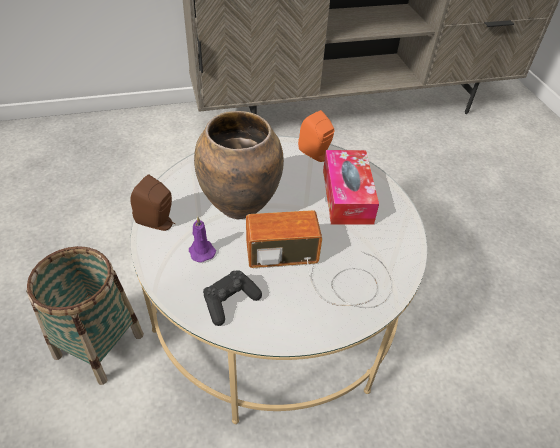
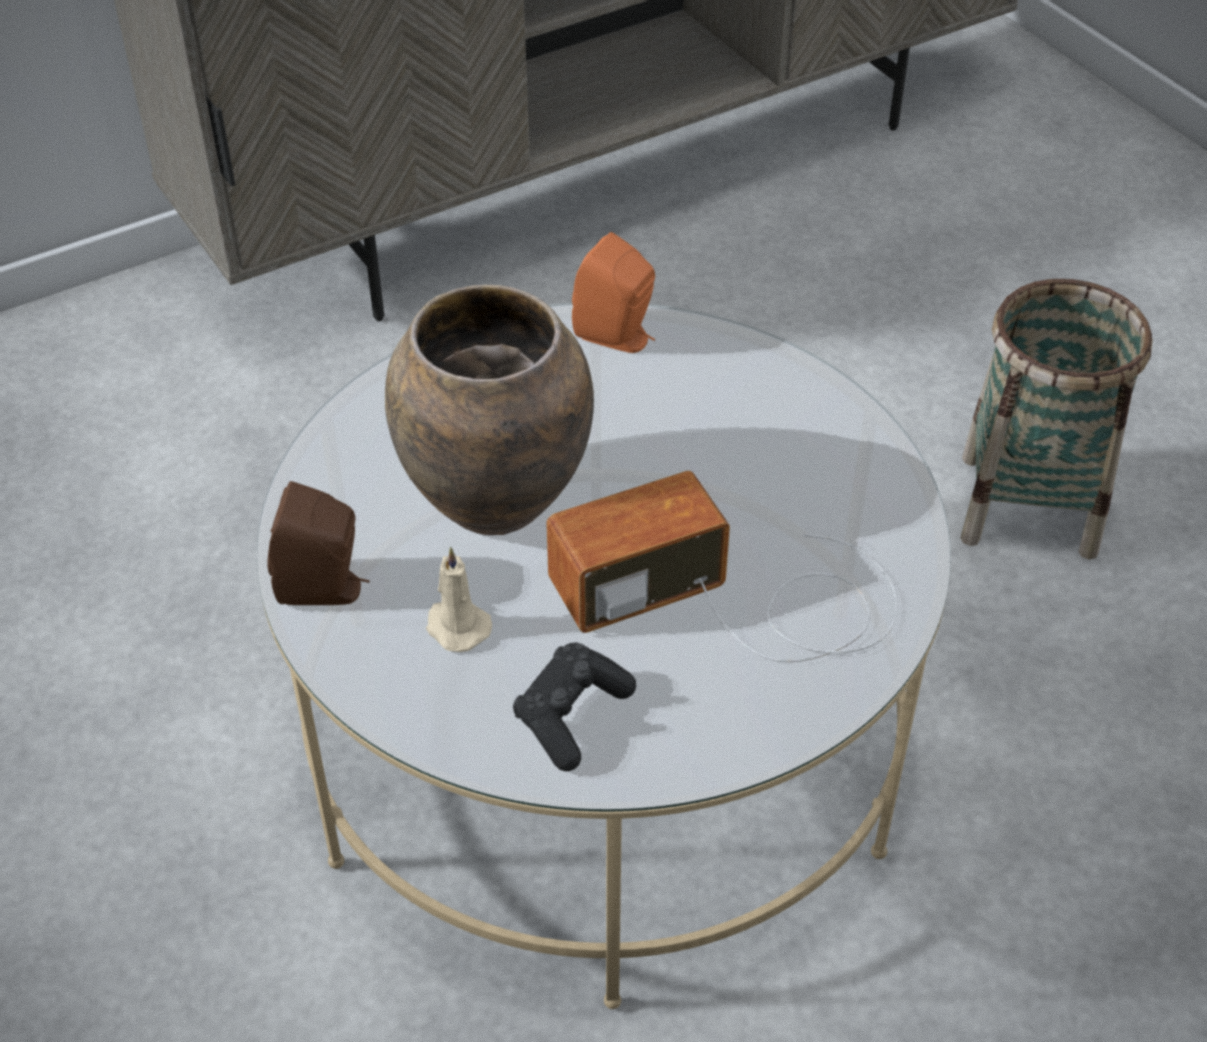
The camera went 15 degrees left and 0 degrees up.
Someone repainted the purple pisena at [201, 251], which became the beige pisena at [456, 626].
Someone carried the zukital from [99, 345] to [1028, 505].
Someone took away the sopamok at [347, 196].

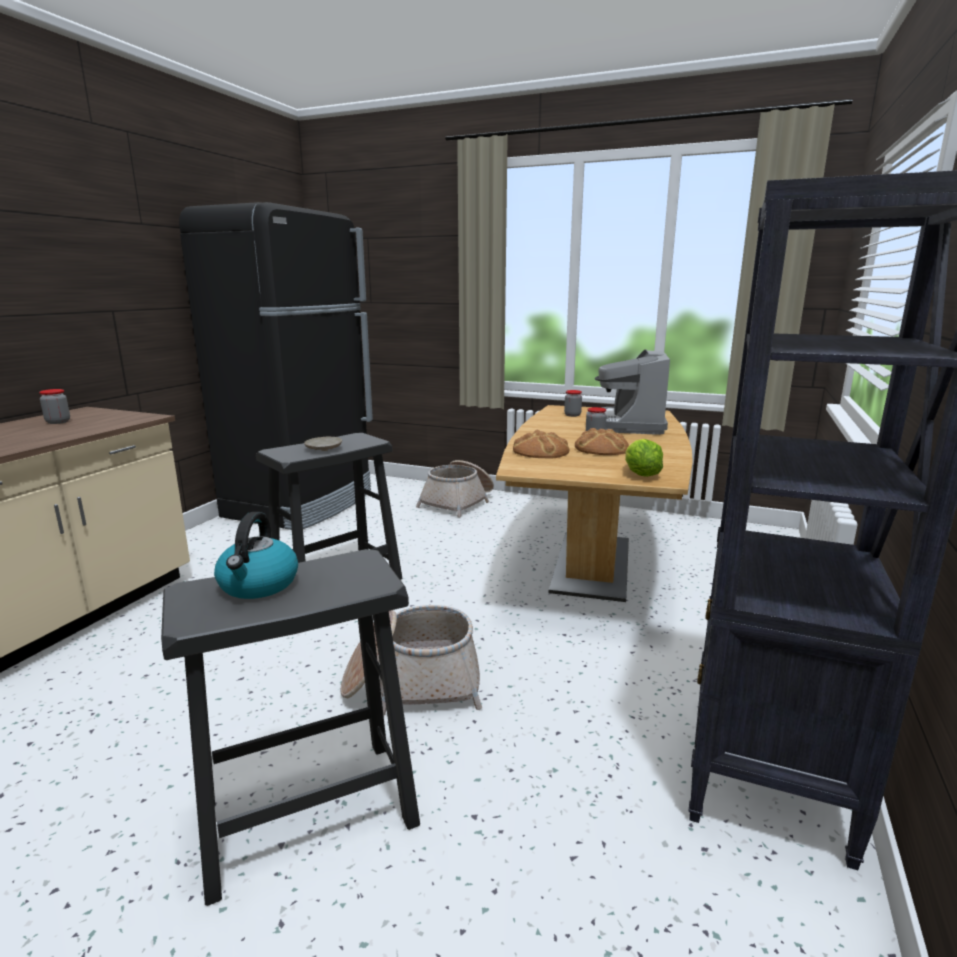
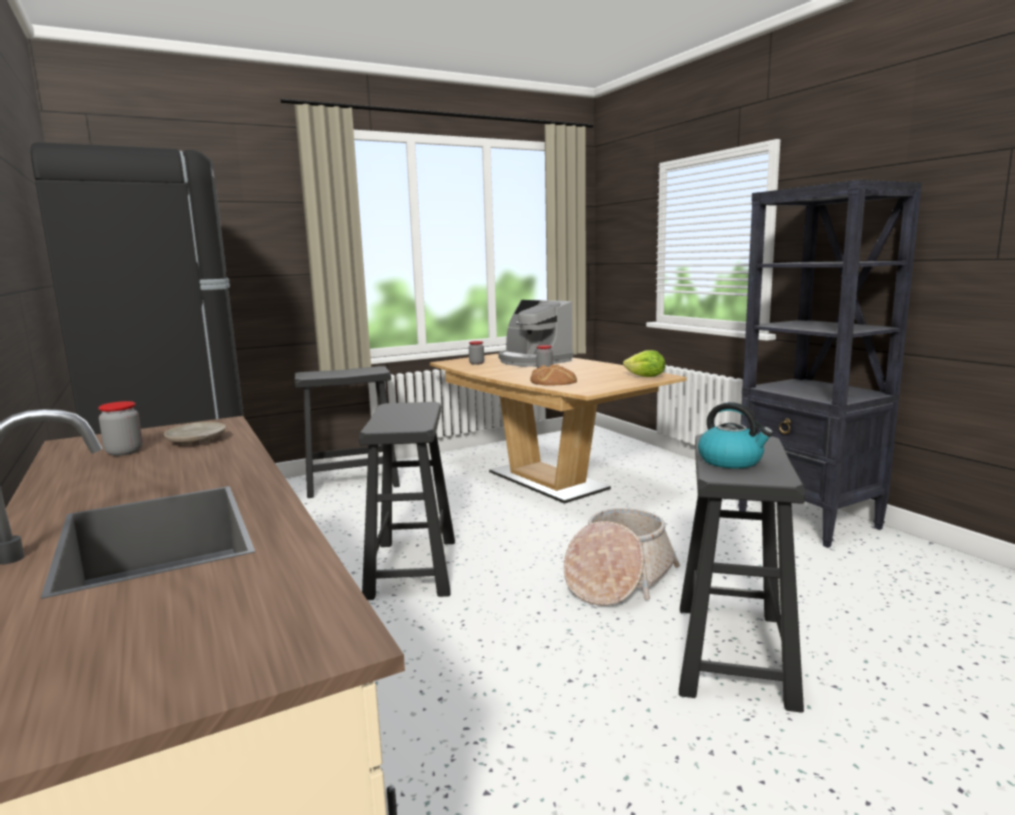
The camera went 50 degrees left and 5 degrees down.
Someone carried the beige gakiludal from [323, 449] to [196, 441].
Someone swapped the zukital at [458, 502] for the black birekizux at [352, 483].
Someone took away the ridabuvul at [601, 448].

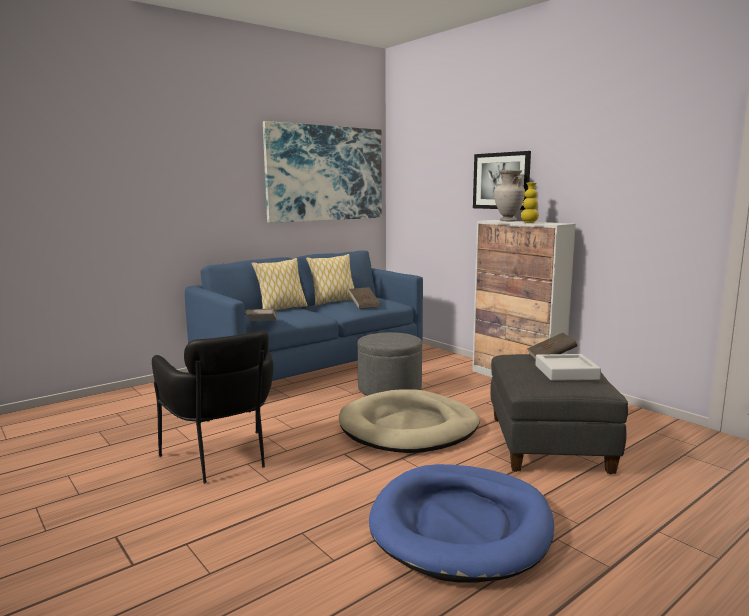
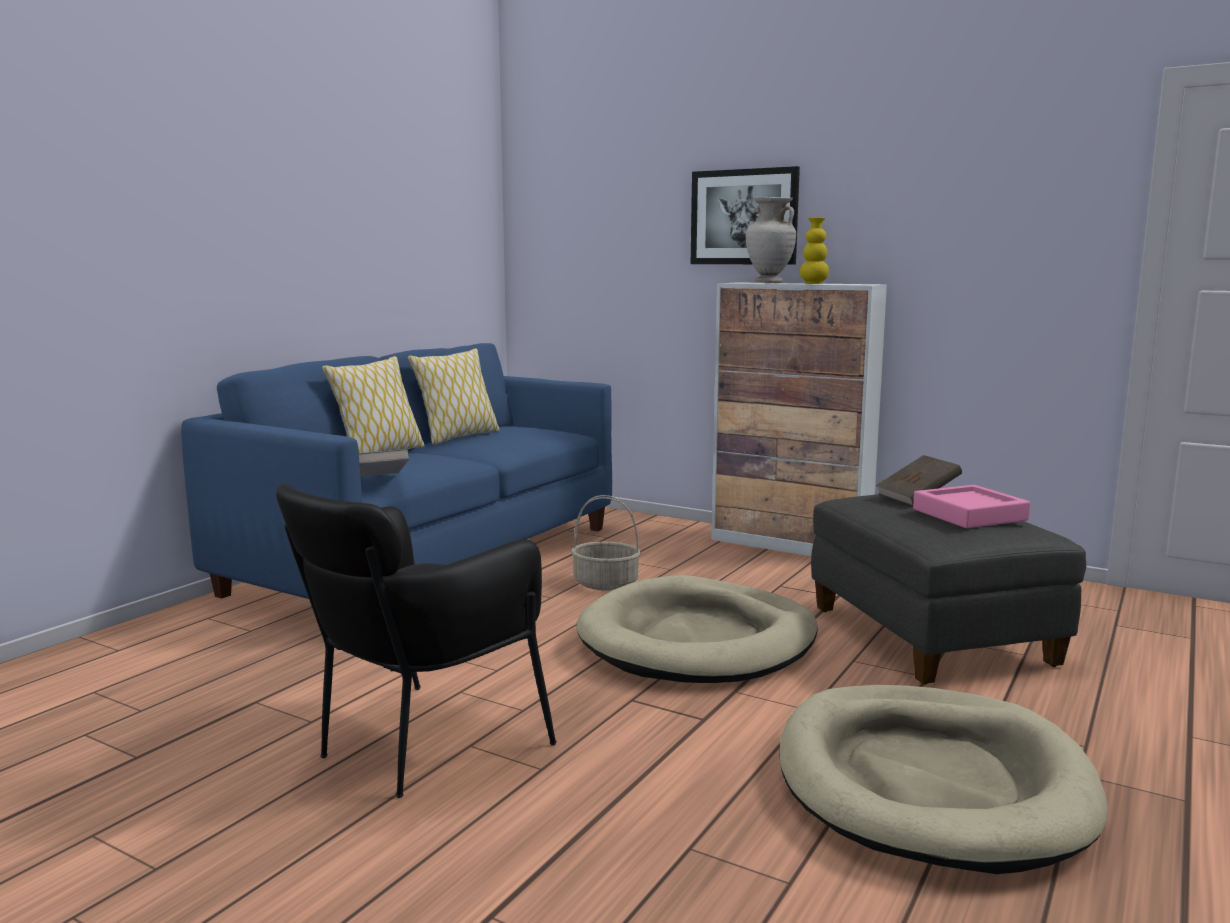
The camera went 20 degrees left and 0 degrees up.
Someone rotated the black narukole at [223, 460] by 90 degrees clockwise.
Someone swapped the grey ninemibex at [389, 389] for the zukital at [606, 583].
Someone repainted the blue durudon at [461, 526], which became the beige durudon at [931, 782].
Someone repainted the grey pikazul at [566, 372], which became the pink pikazul at [969, 515].
Someone took away the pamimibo at [325, 173].
Someone took away the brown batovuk at [364, 305].

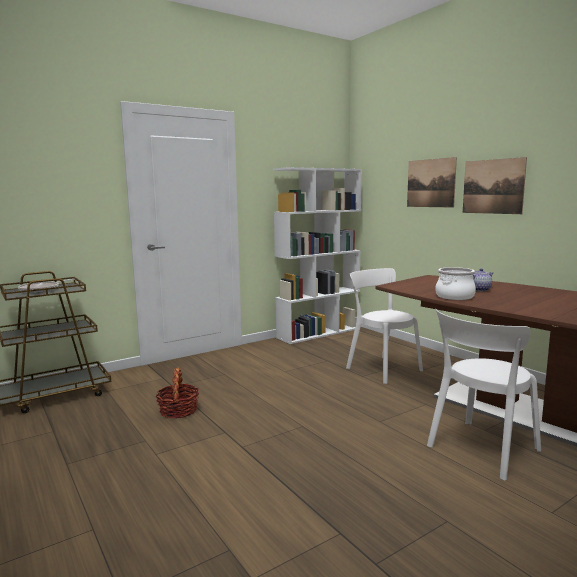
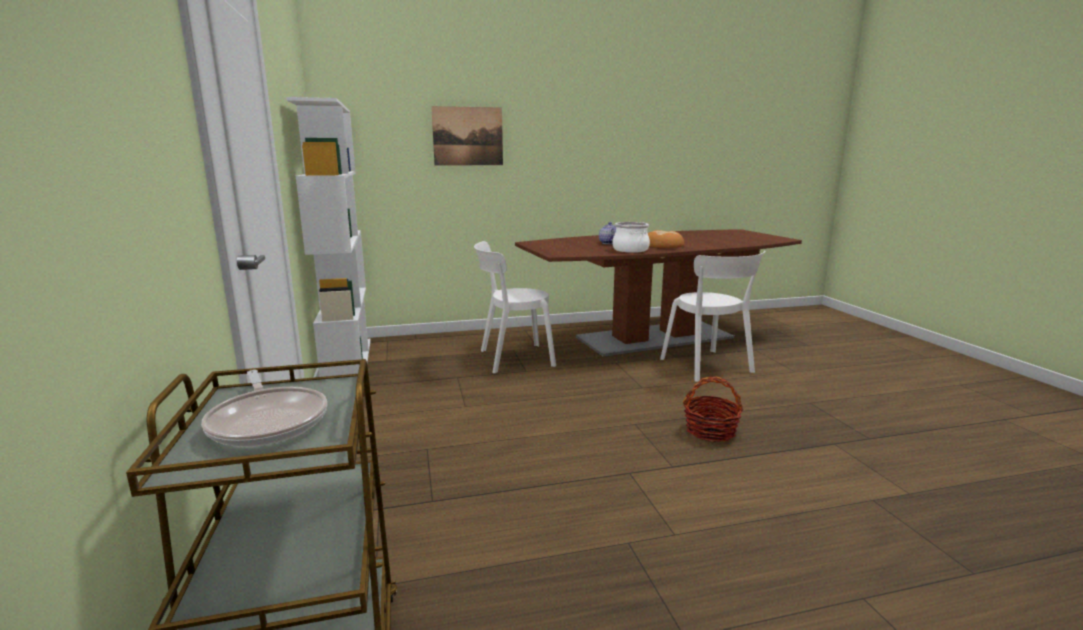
The camera went 70 degrees left and 5 degrees up.
Someone put down the ridabuvul at [663, 245].
Someone carried the zukital from [178, 411] to [710, 431].
Someone took away the pamimibo at [493, 186].

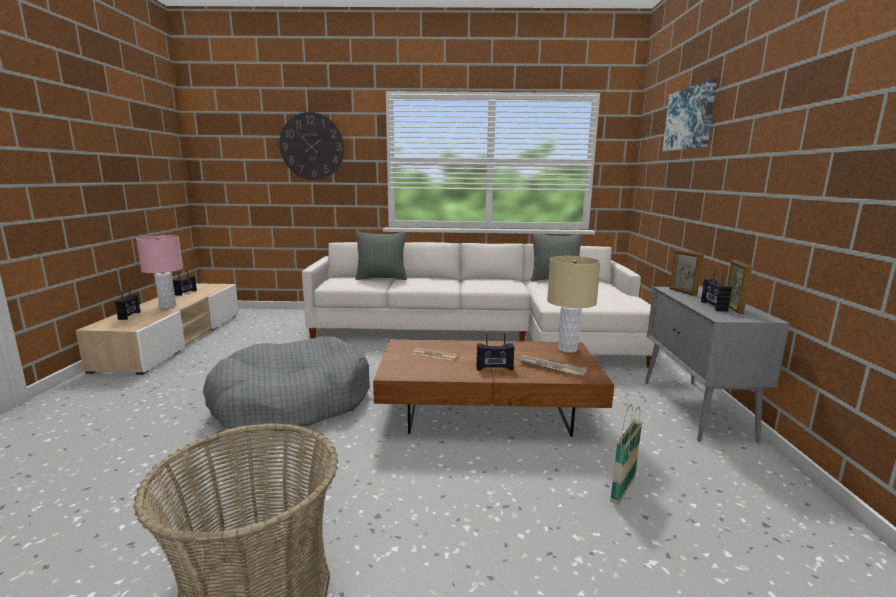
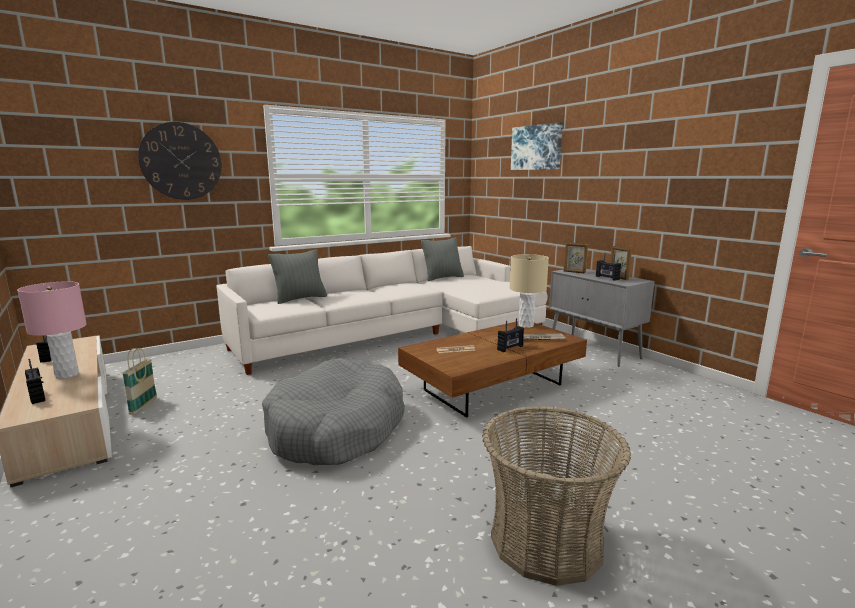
The camera went 35 degrees left and 0 degrees up.
Someone carried the zukital from [623, 489] to [143, 406].

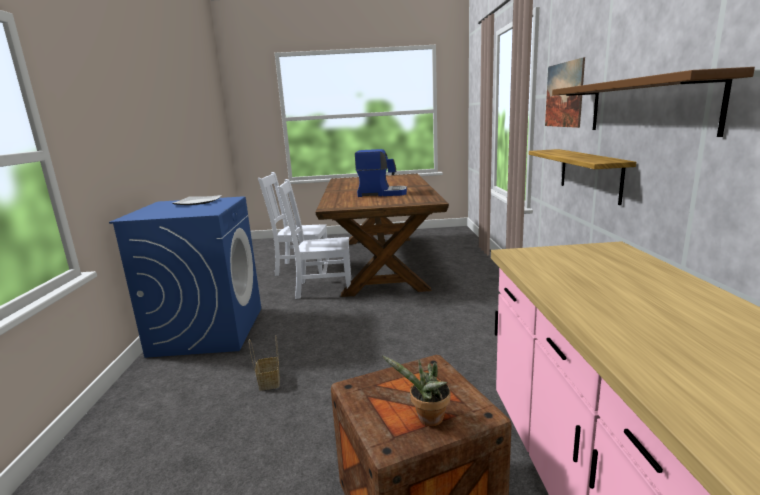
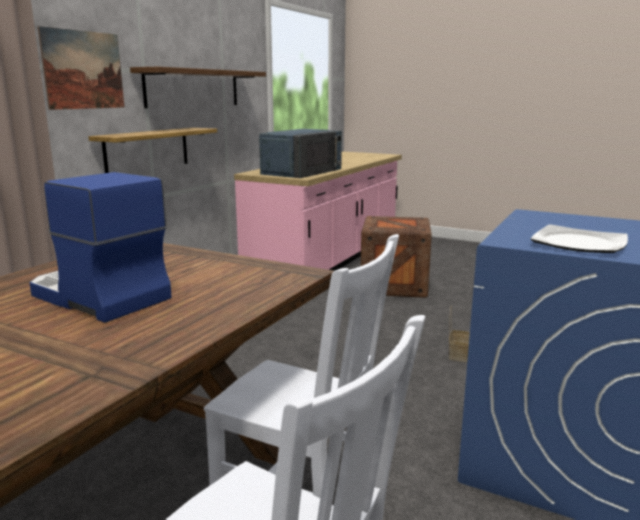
The camera went 150 degrees left and 0 degrees up.
Someone put down the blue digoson at [302, 171].
Someone took away the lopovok at [427, 420].

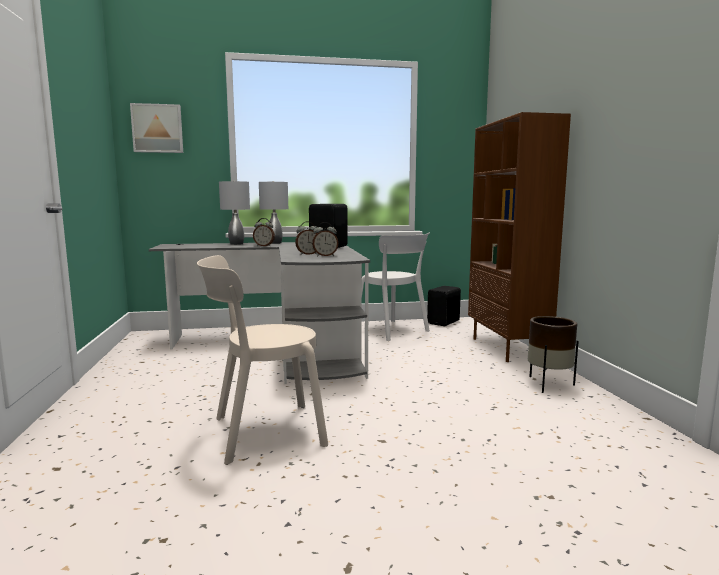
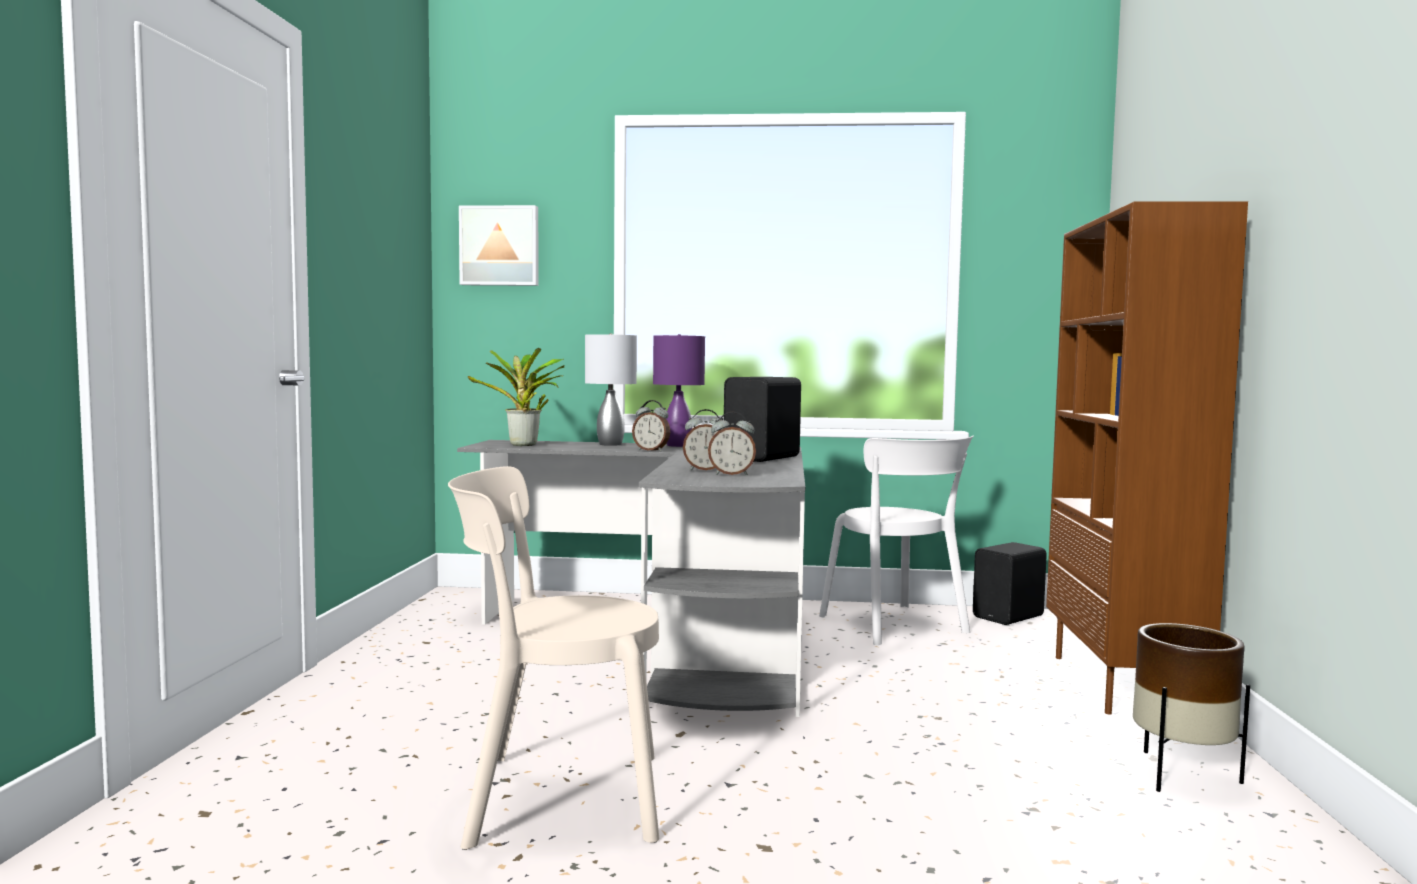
The camera went 15 degrees right and 5 degrees down.
Someone put down the lopovok at [524, 445].
Someone repainted the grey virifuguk at [275, 243], which became the purple virifuguk at [678, 445].

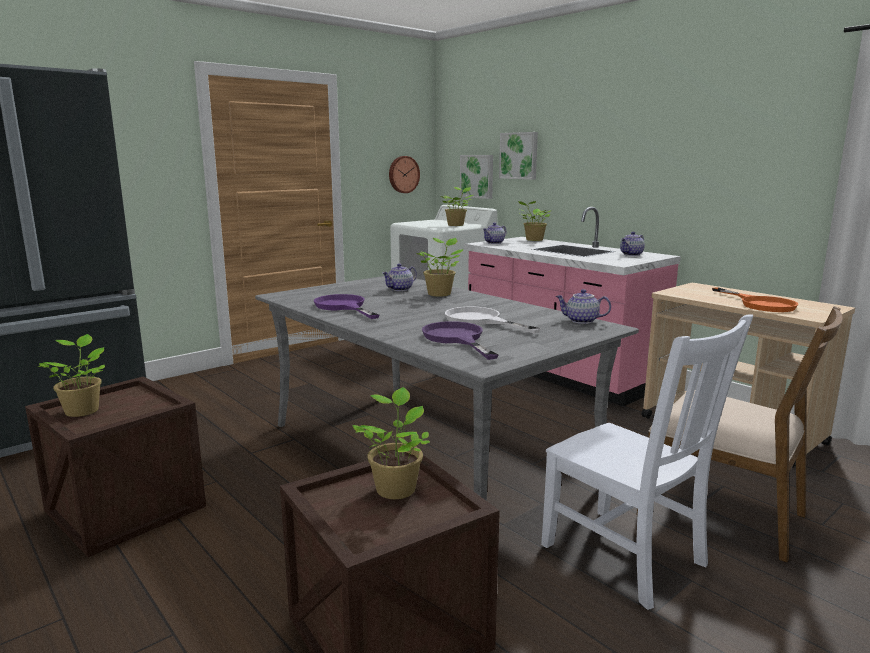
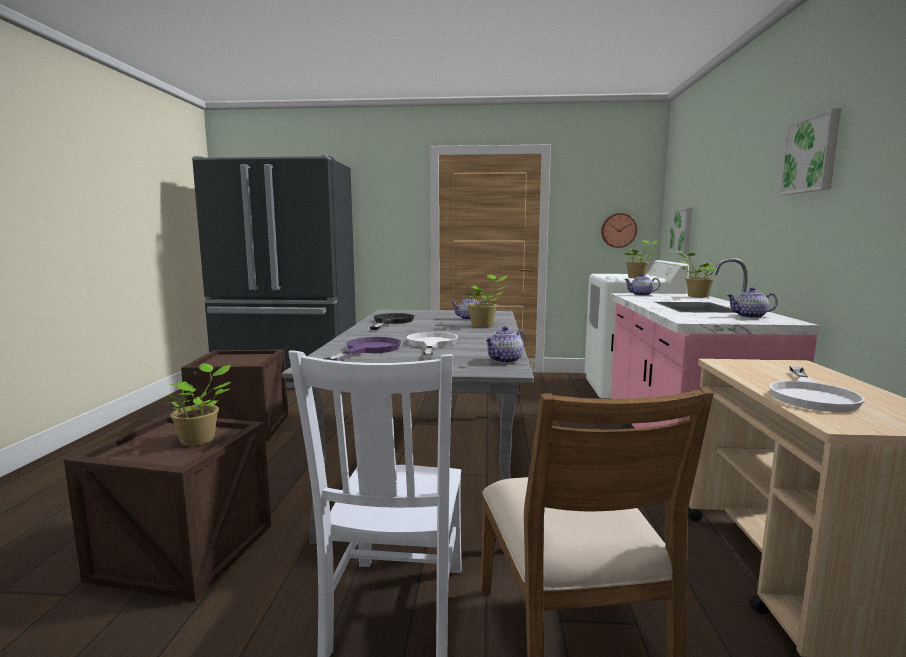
The camera went 45 degrees right and 5 degrees down.
Someone repainted the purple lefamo at [343, 307], which became the black lefamo at [391, 322].
Someone rotated the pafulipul at [581, 321] by 105 degrees counterclockwise.
Someone repainted the orange lefamo at [760, 304], which became the white lefamo at [811, 395].
Someone carried the pamimibo from [519, 155] to [812, 155].
Someone took away the lopovok at [83, 410].

